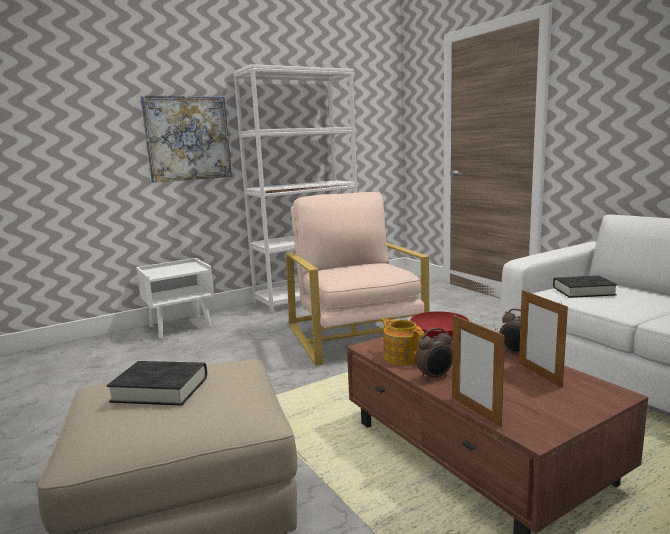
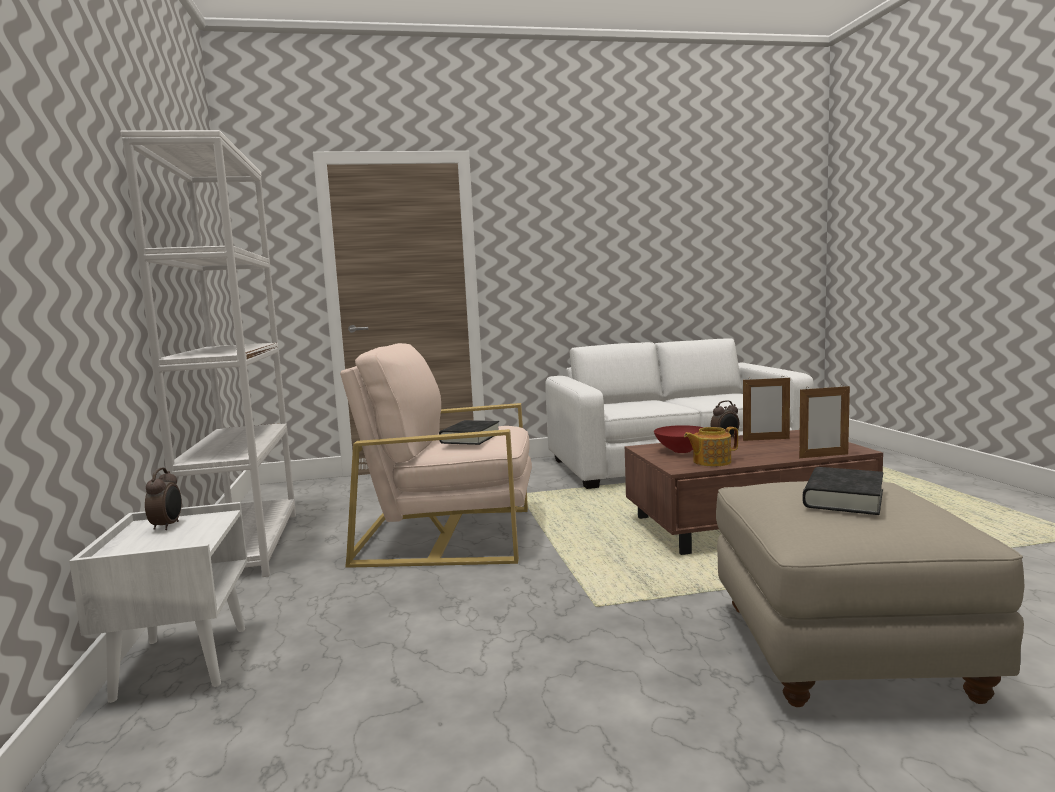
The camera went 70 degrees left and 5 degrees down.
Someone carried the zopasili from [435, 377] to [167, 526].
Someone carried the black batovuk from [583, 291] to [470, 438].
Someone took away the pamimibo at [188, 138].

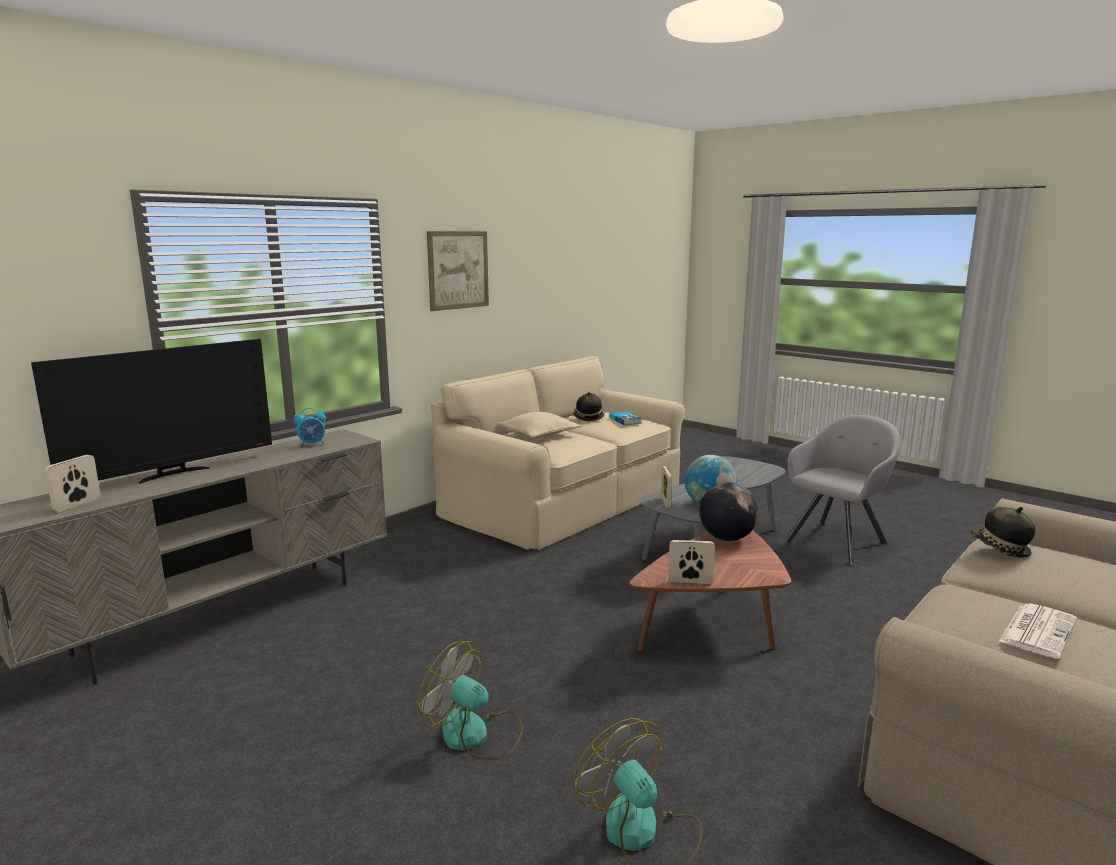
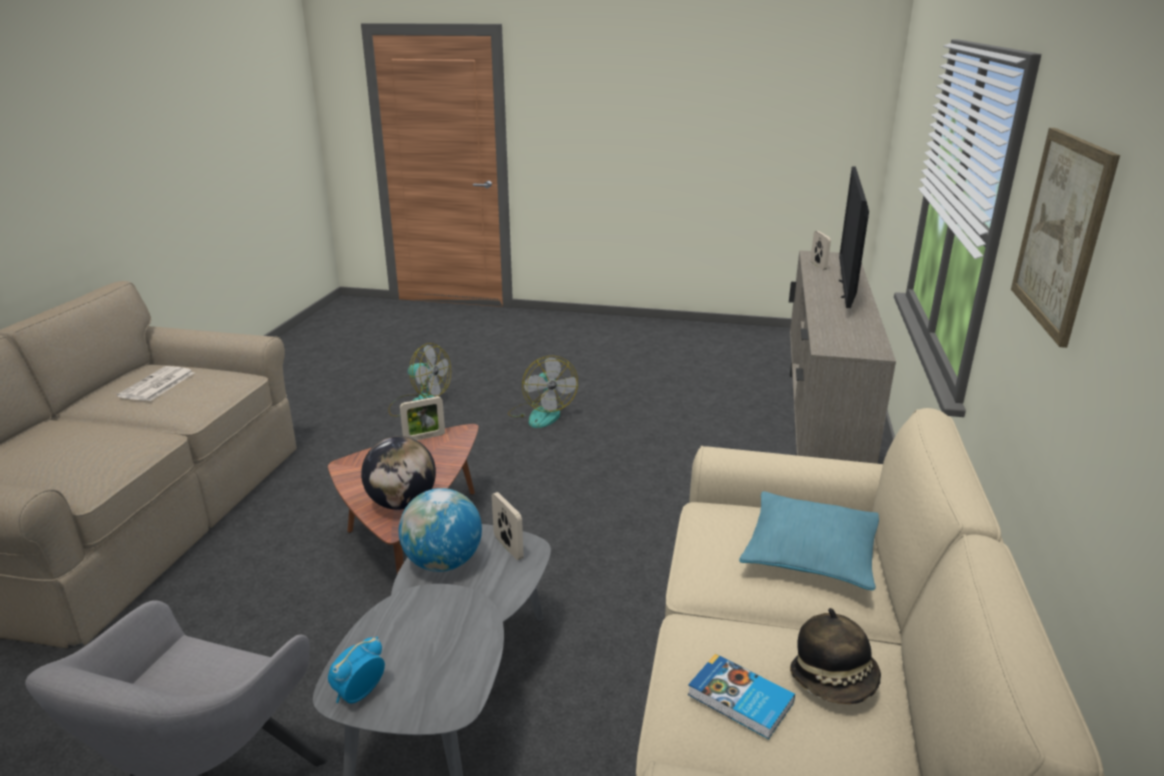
The camera went 150 degrees right and 10 degrees up.
Someone carried the zopasili from [312, 444] to [358, 694].
Someone rotated the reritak at [475, 735] by 75 degrees clockwise.
Someone repainted the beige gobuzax at [539, 434], which became the turquoise gobuzax at [810, 553].
Someone took away the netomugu at [999, 549].

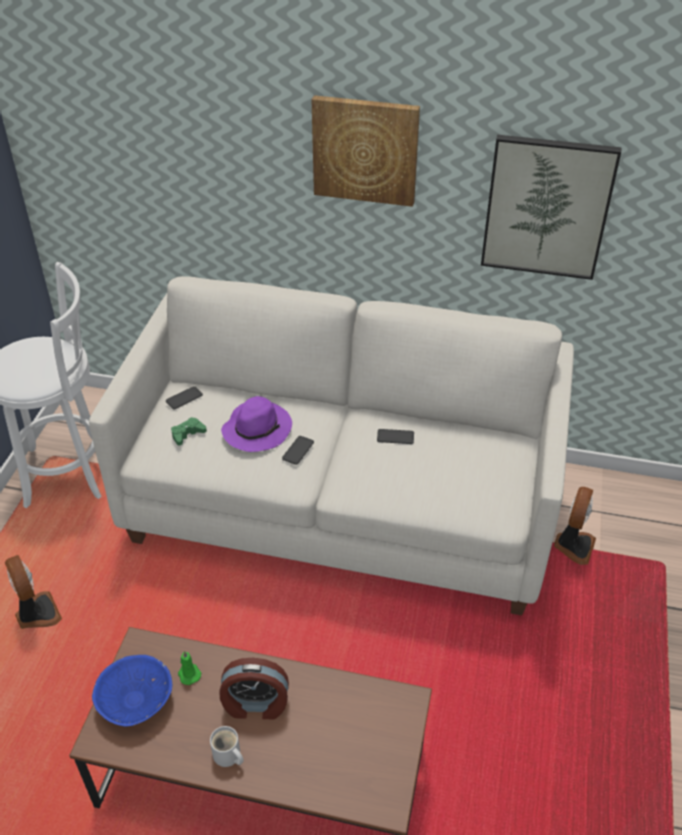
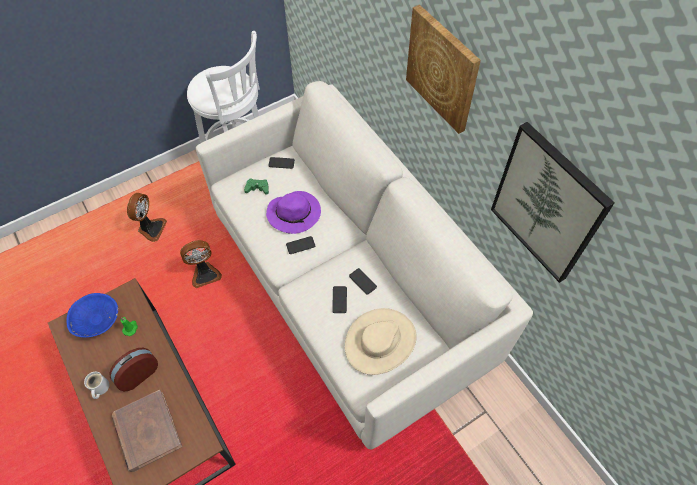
The camera went 45 degrees right and 15 degrees up.
Someone rotated the zopasili at [255, 705] by 90 degrees clockwise.
Someone put down the brown batovuk at [147, 431].
Someone carried the reritak from [573, 546] to [205, 274].
Someone put down the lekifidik at [339, 299].
Someone put down the beige netomugu at [380, 342].

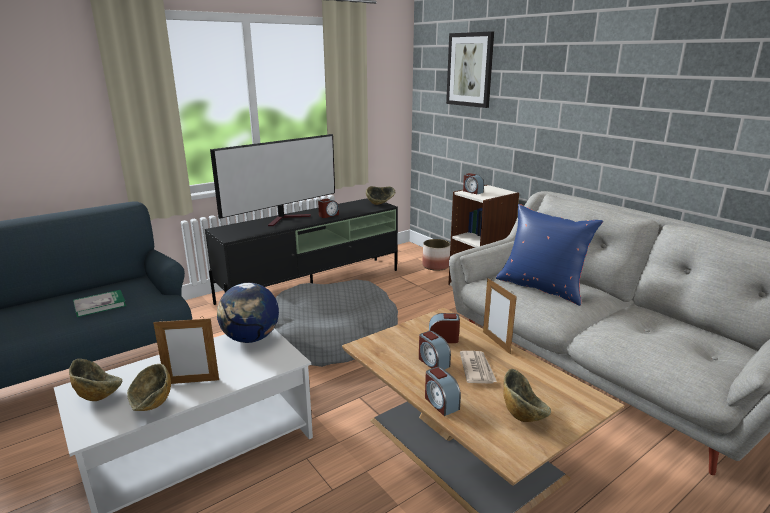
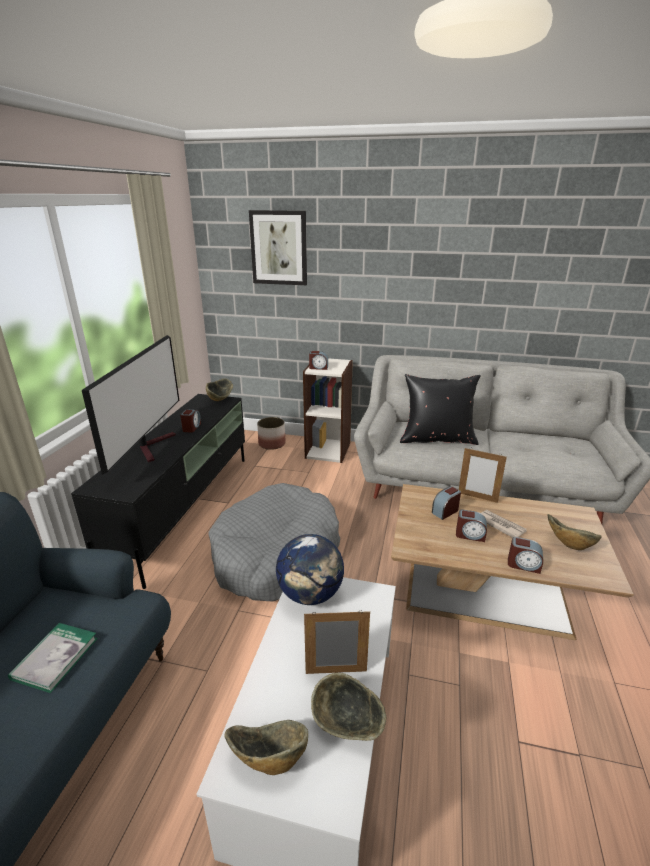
The camera went 40 degrees left and 5 degrees up.
Someone rotated the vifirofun at [192, 382] by 135 degrees counterclockwise.
Someone repainted the blue gobuzax at [542, 287], which became the black gobuzax at [437, 439].

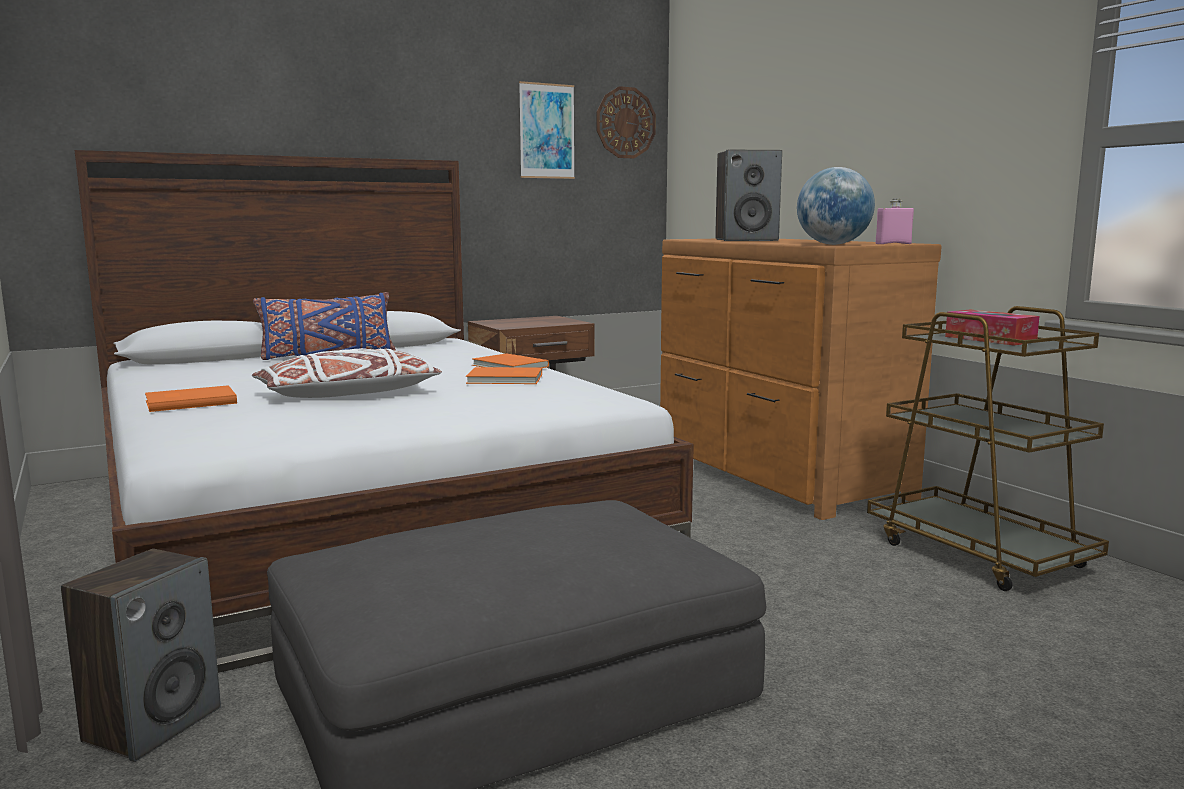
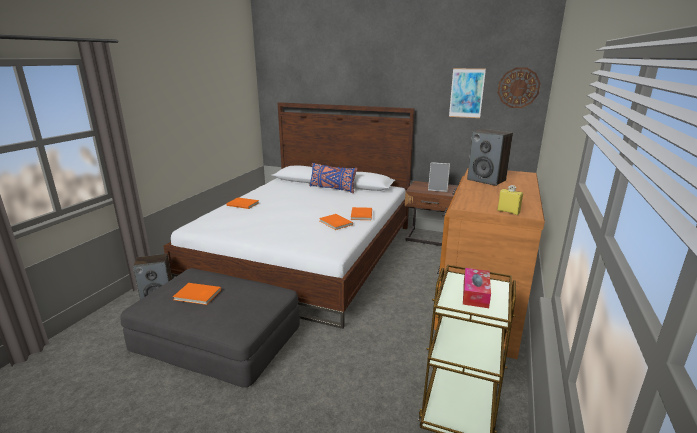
The camera went 50 degrees right and 10 degrees up.
Someone put down the orange batovuk at [197, 295].
Someone put down the vifirofun at [438, 189].
Someone repainted the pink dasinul at [893, 244], which became the yellow dasinul at [508, 212].
Someone took away the white gobuzax at [348, 393].
Someone took away the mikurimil at [833, 244].

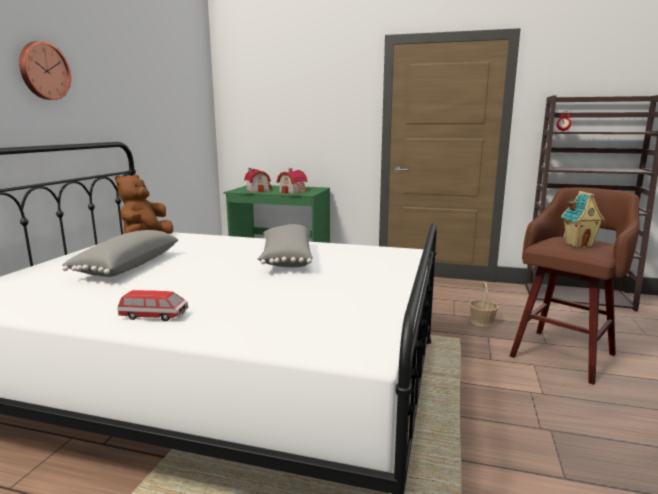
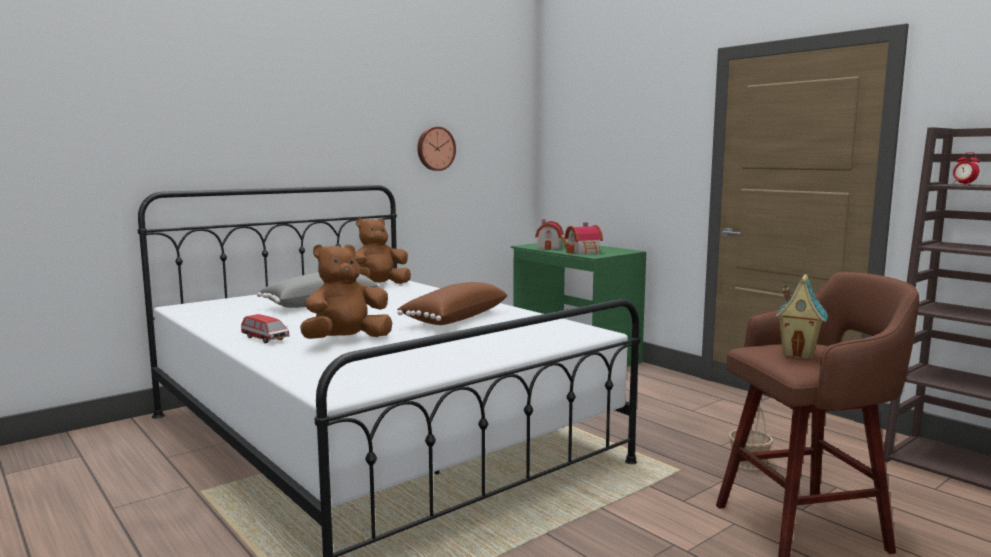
The camera went 35 degrees right and 5 degrees down.
Someone put down the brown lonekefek at [346, 340].
Someone repainted the grey gobuzax at [286, 259], which became the brown gobuzax at [454, 318].
Someone carried the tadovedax from [43, 71] to [435, 148].

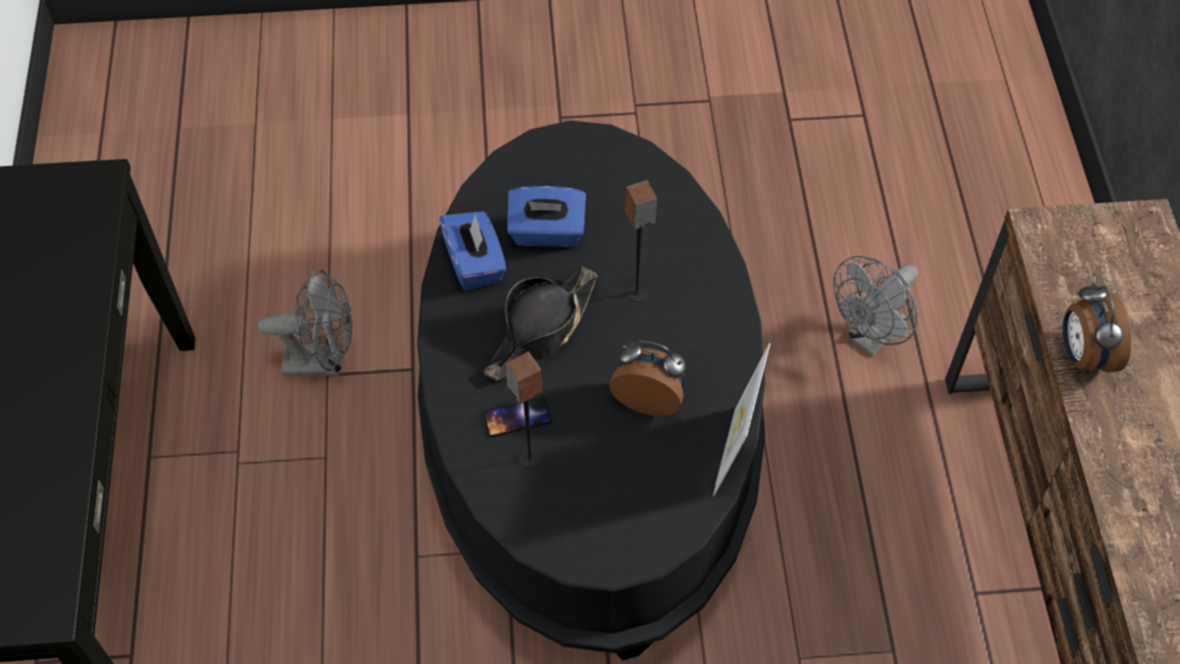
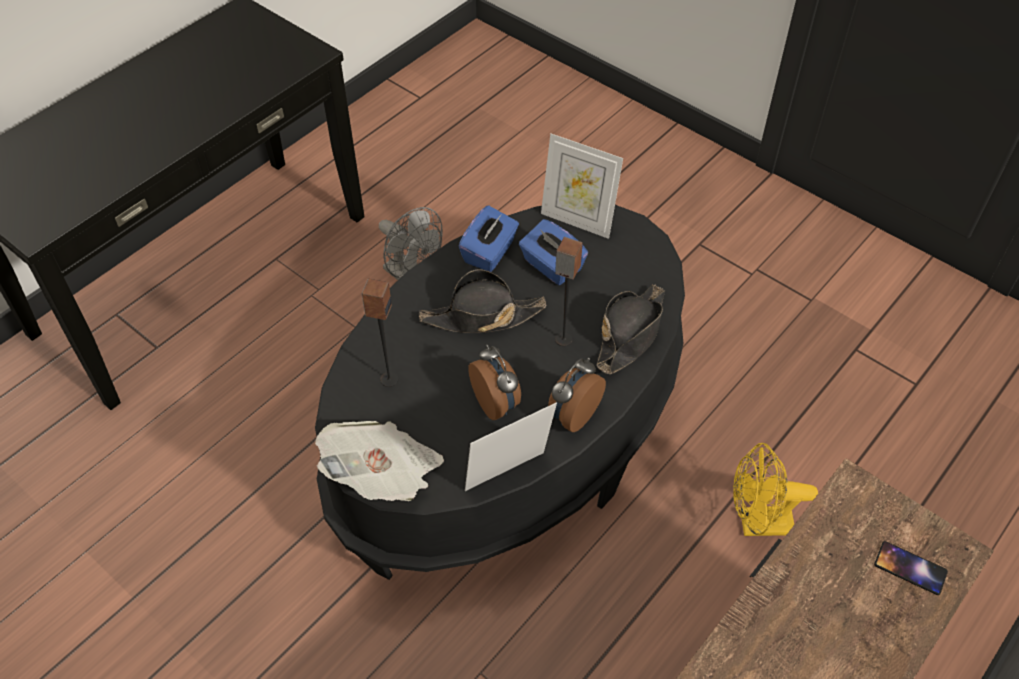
The camera went 45 degrees right and 5 degrees down.
Someone put down the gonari at [384, 475].
Someone put down the vifirofun at [577, 221].
Someone carried the zopasili from [1083, 355] to [573, 414].
Someone put down the black netomugu at [630, 333].
Someone repainted the grey reritak at [871, 337], which became the yellow reritak at [757, 524].
Someone carried the lekifidik from [517, 418] to [910, 568].

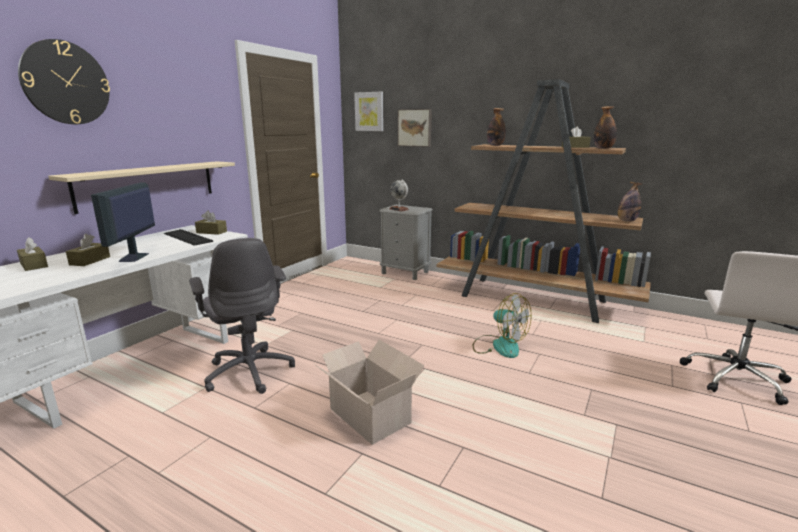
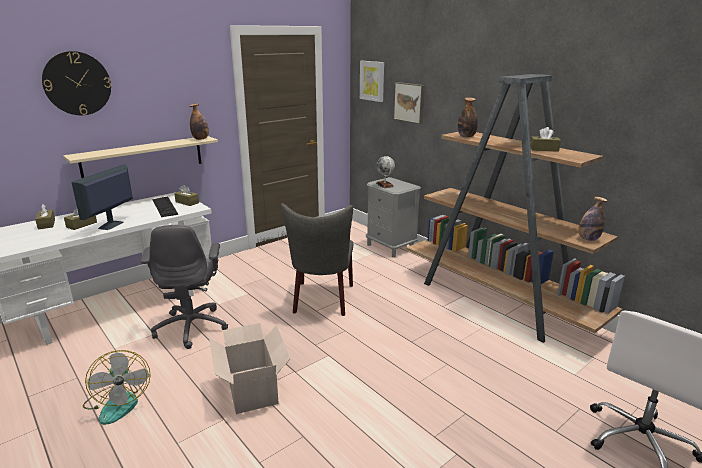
The camera went 20 degrees right and 5 degrees up.
Someone carried the reritak from [499, 346] to [118, 402].
Someone carried the dasinul from [603, 148] to [200, 139].
Someone put down the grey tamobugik at [322, 301].

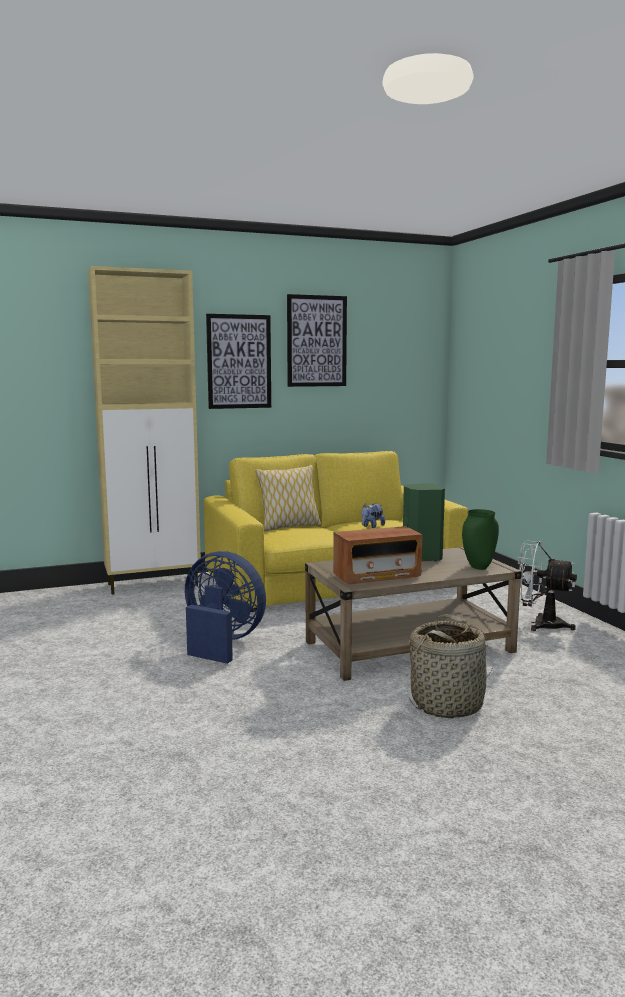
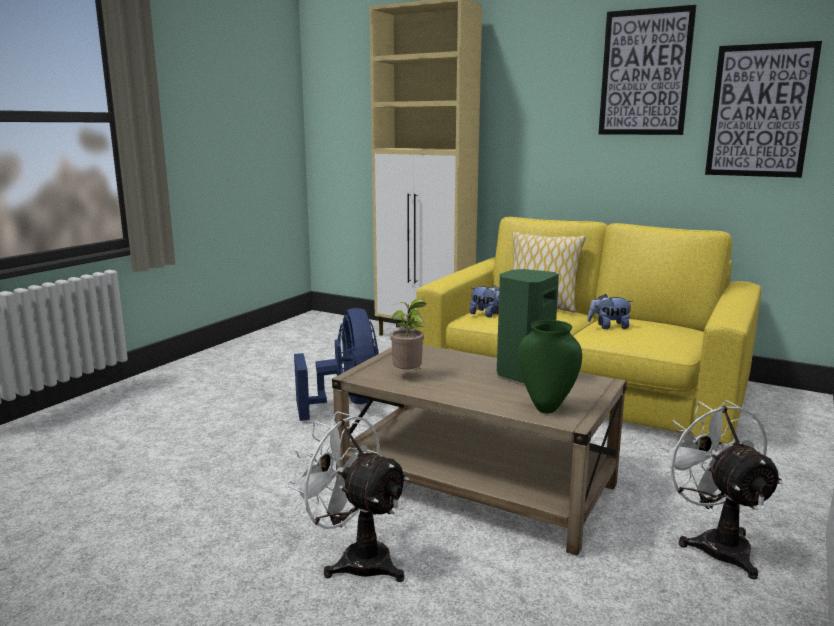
The camera went 50 degrees right and 5 degrees up.
Someone swapped the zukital at [448, 704] for the white reritak at [355, 559].
Someone swapped the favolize at [377, 576] for the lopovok at [409, 375].
Someone put down the lonekefek at [487, 315].
Someone carried the pamimibo from [239, 361] to [760, 111].

